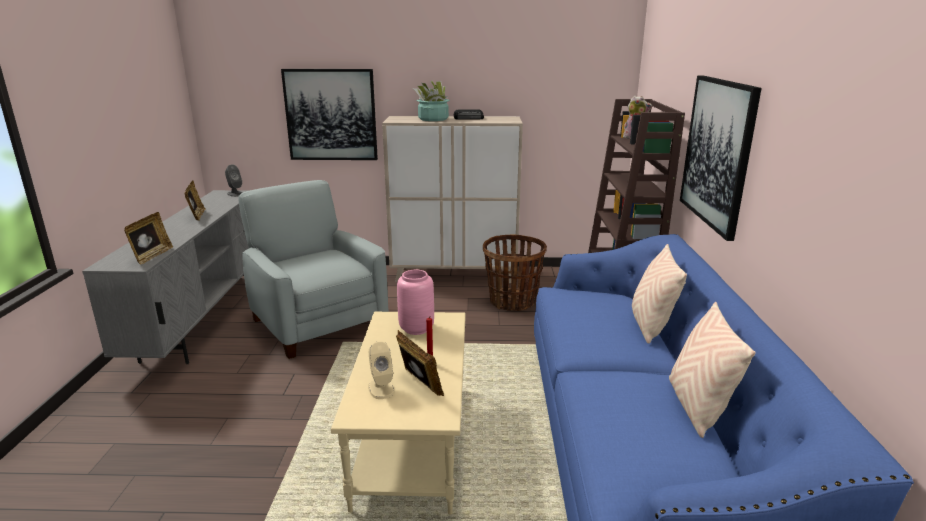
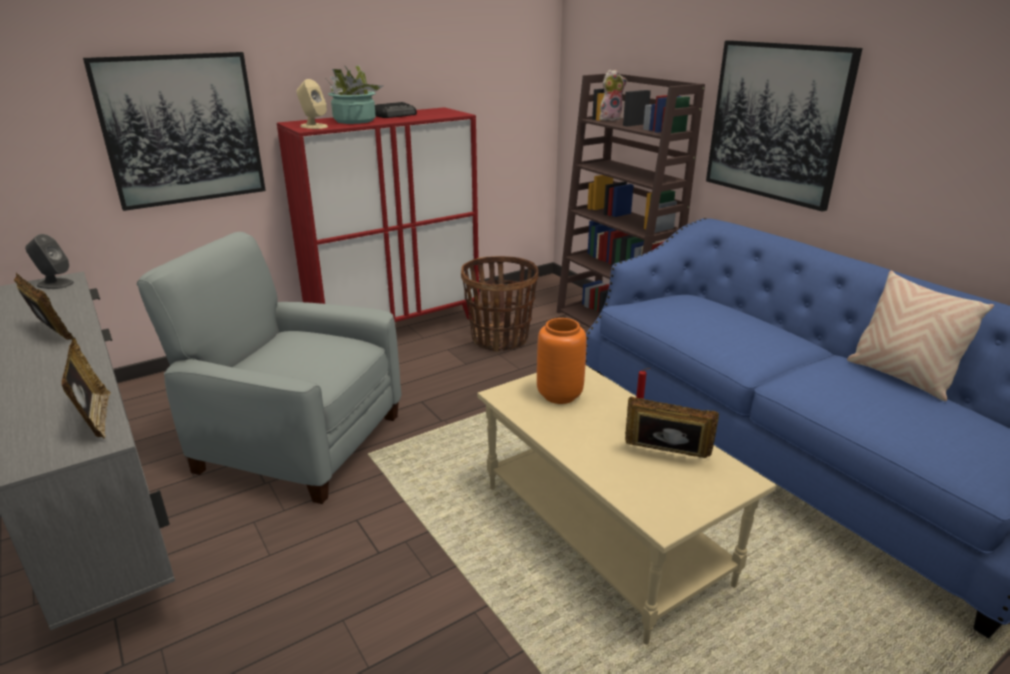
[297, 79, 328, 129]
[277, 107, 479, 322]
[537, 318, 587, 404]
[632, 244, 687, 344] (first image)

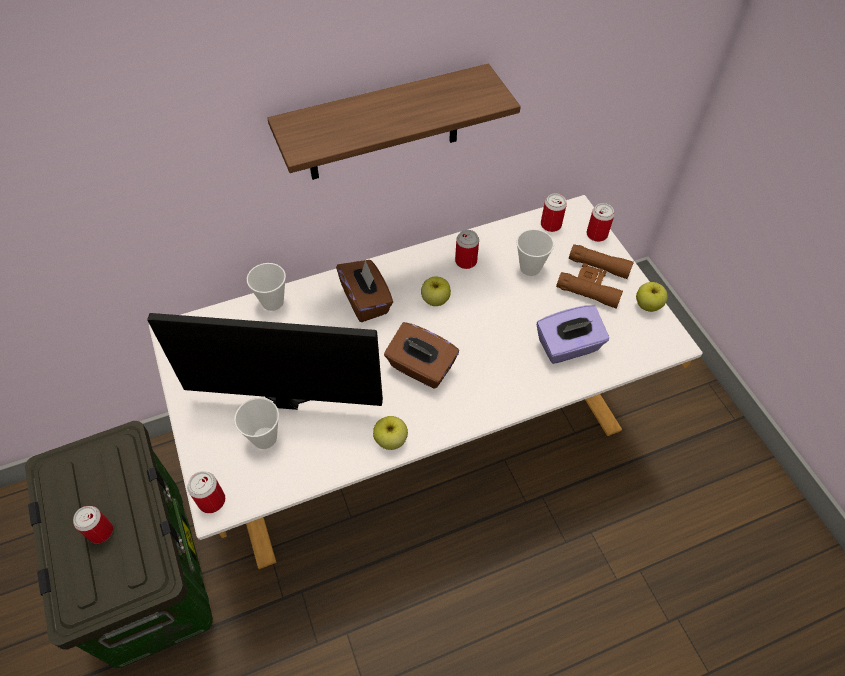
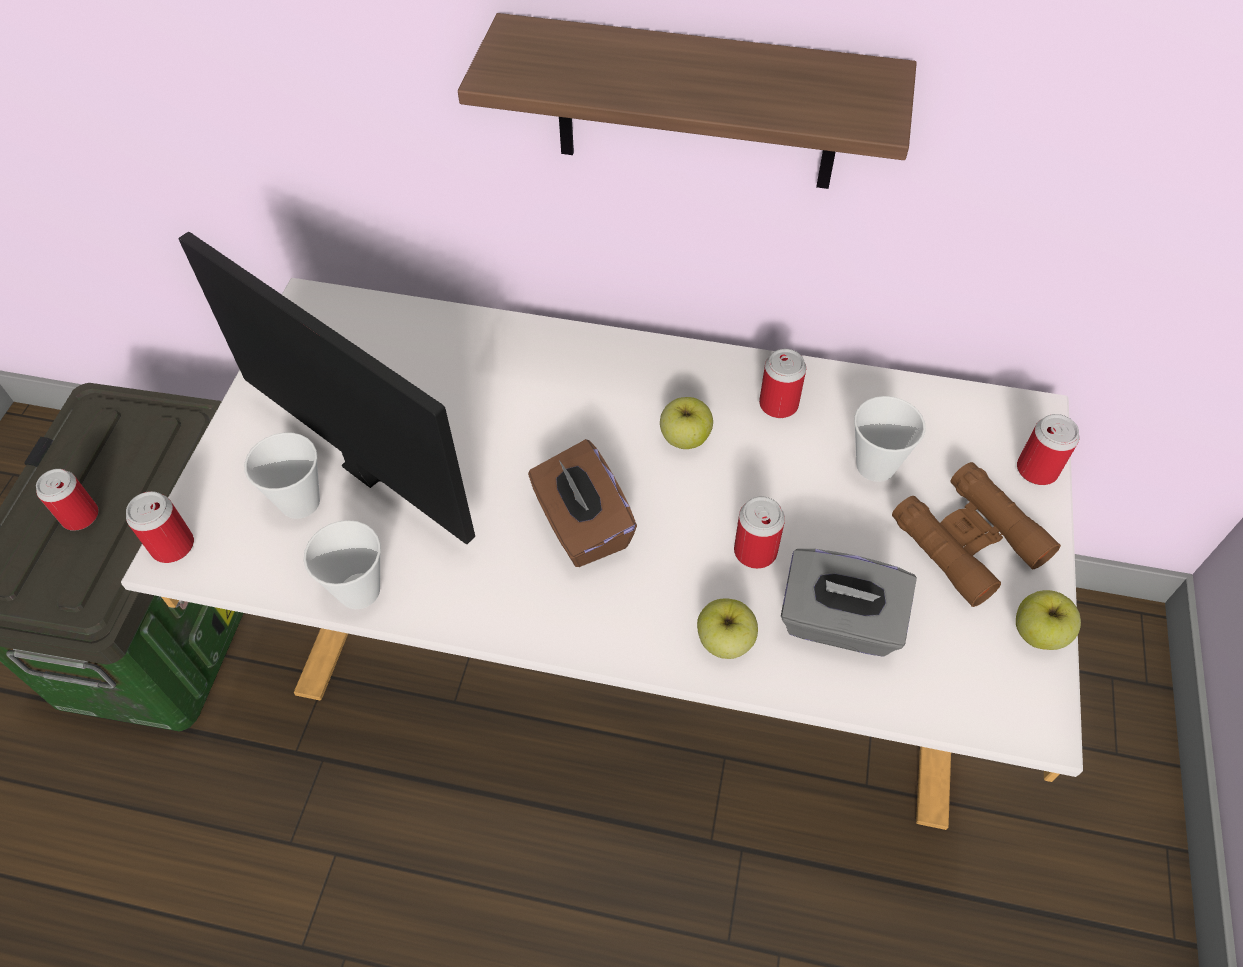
[304, 520, 381, 609]
[336, 260, 393, 322] (first image)
[697, 599, 758, 659]
[781, 549, 917, 656]
[734, 496, 785, 569]

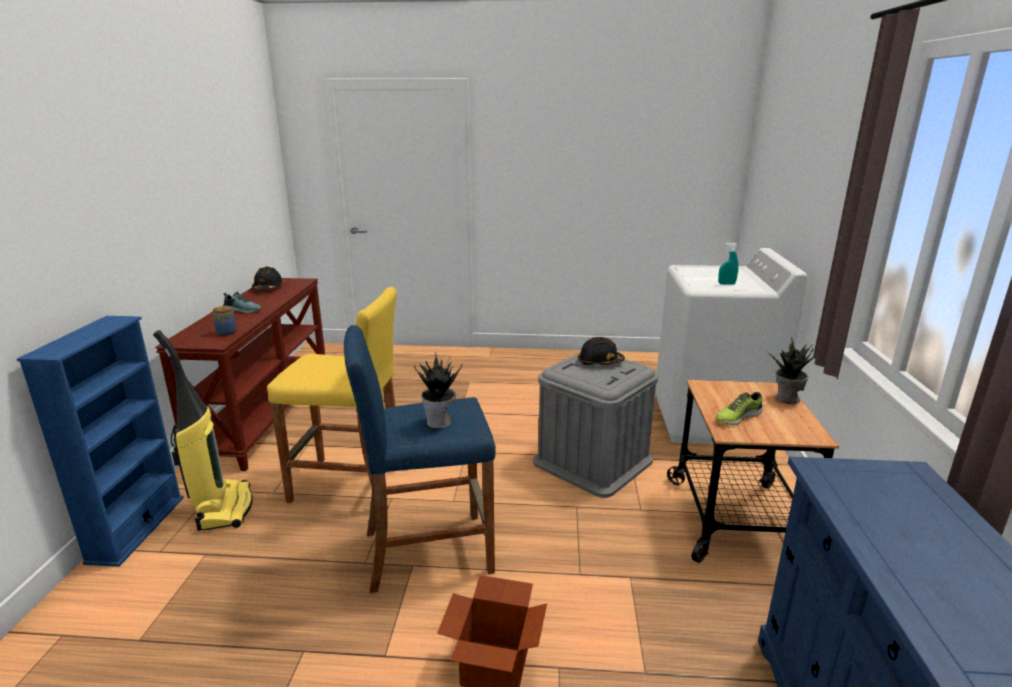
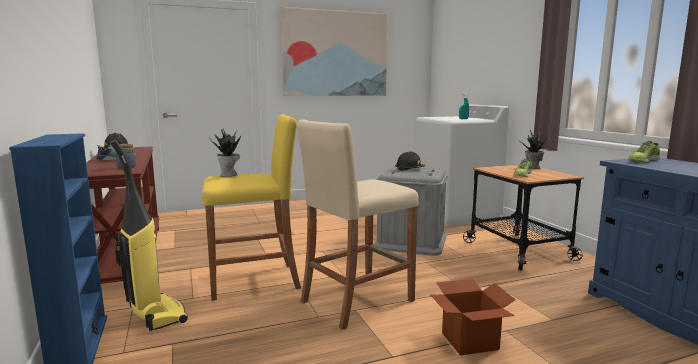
[297, 119, 419, 330]
[209, 129, 241, 177]
[281, 7, 387, 96]
[628, 140, 660, 163]

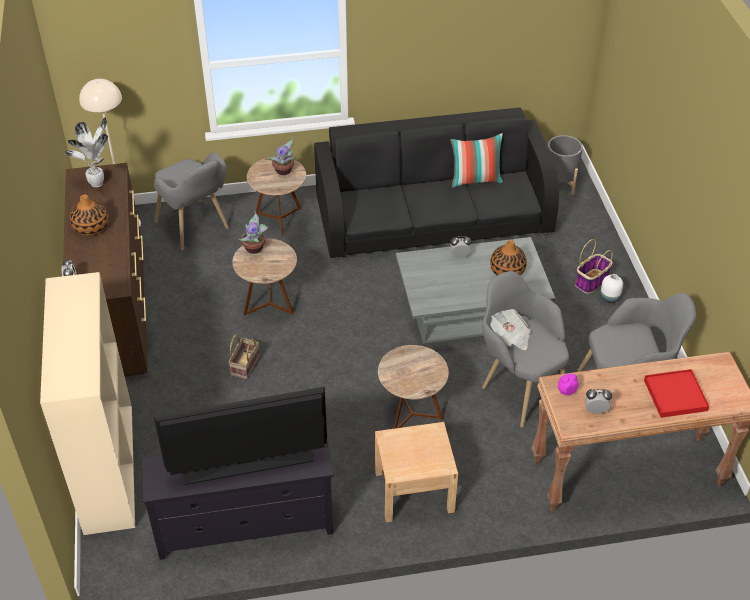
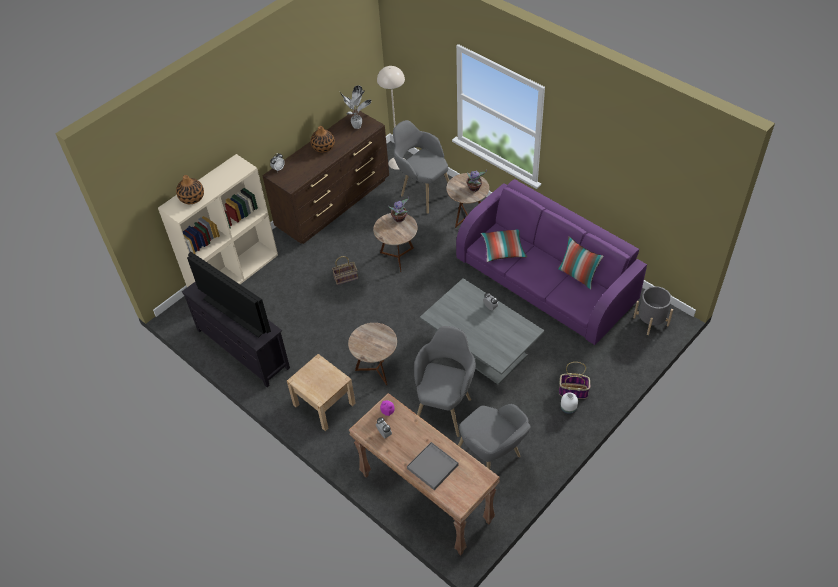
[393, 120, 449, 214]
[456, 179, 647, 345]
[176, 175, 204, 204]
[490, 309, 531, 350] (first image)
[407, 442, 458, 490]
[481, 229, 527, 262]

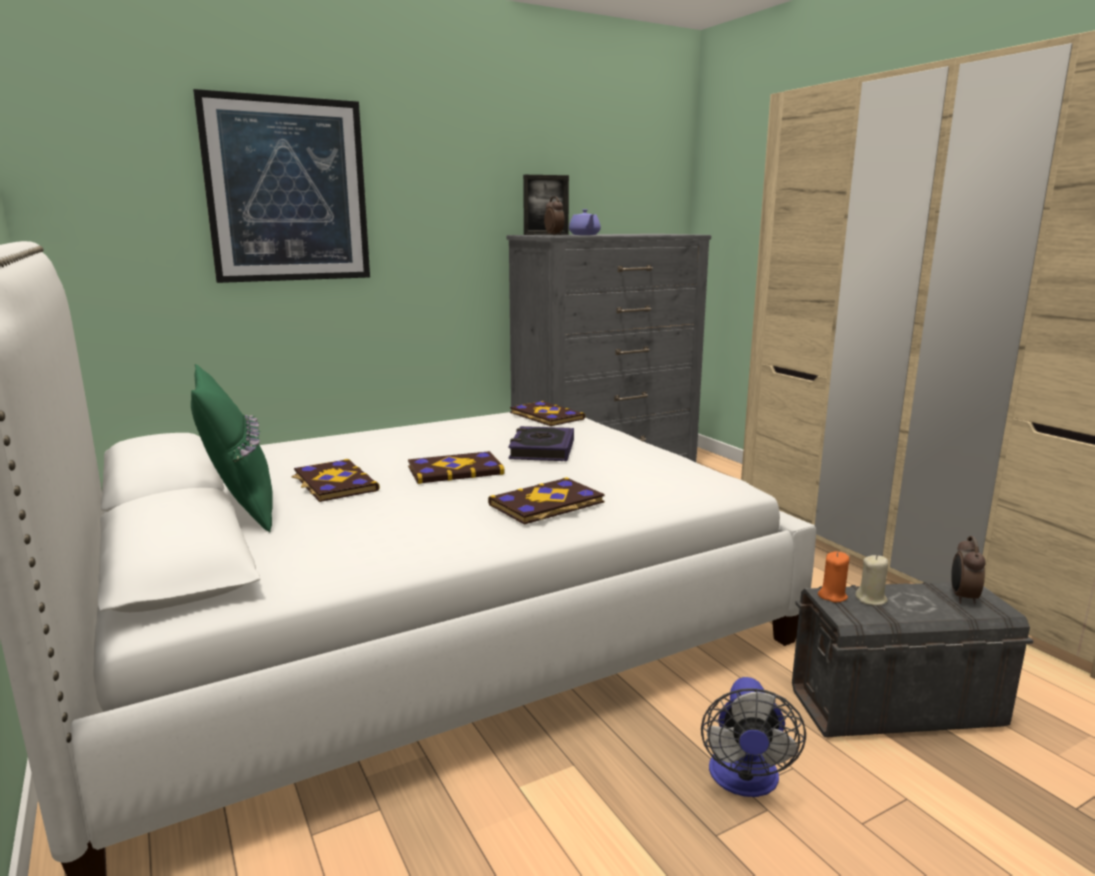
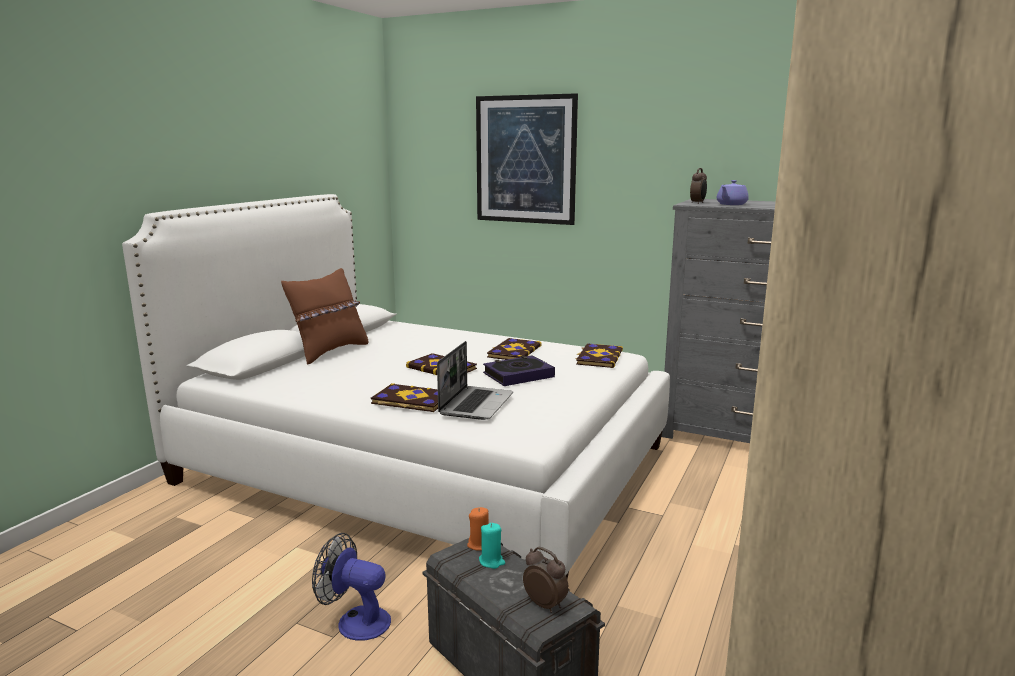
[281, 268, 368, 365]
[487, 338, 541, 360]
[523, 175, 569, 235] (first image)
[312, 533, 391, 640]
[479, 523, 505, 569]
[523, 547, 569, 613]
[437, 341, 513, 420]

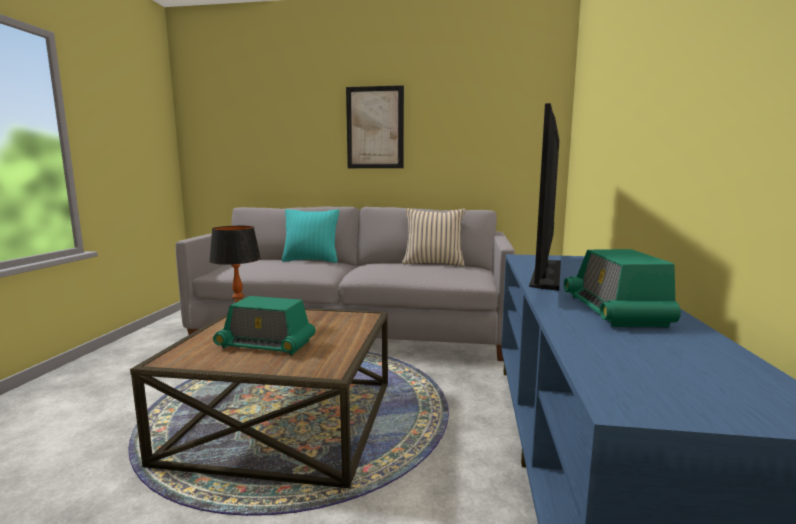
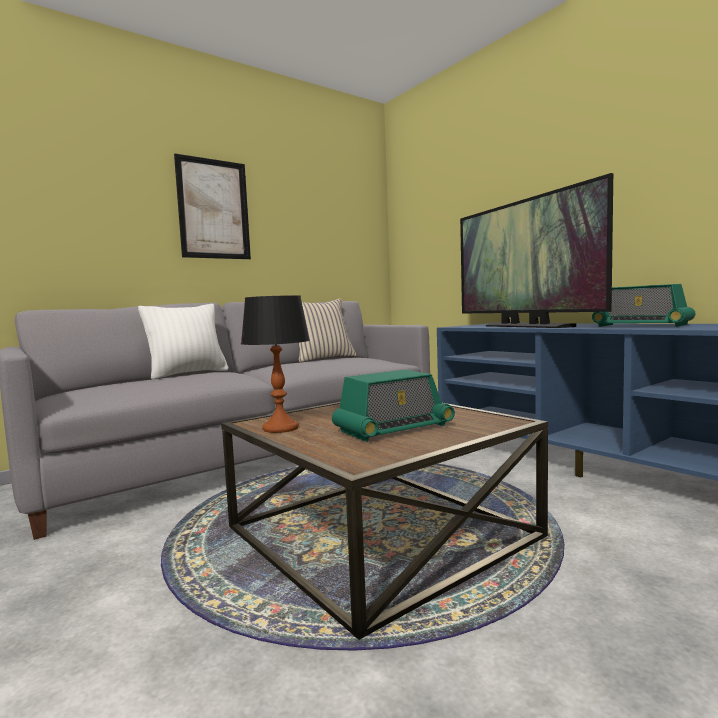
[138, 304, 229, 380]

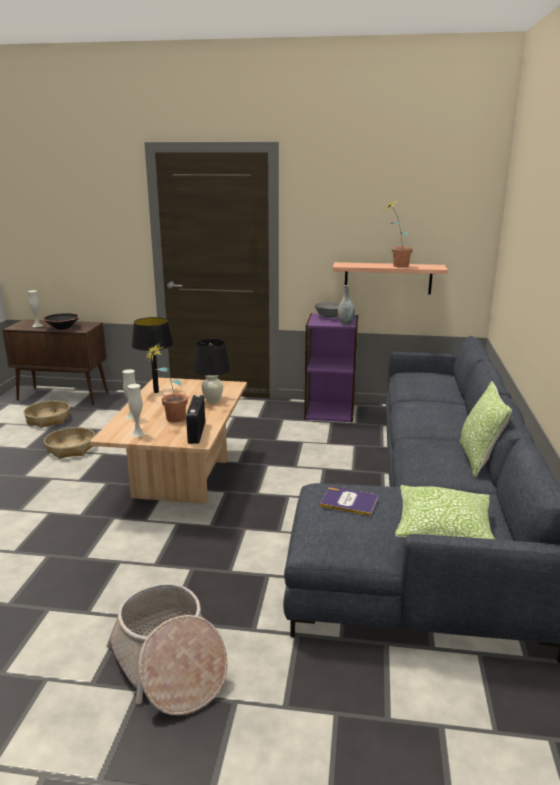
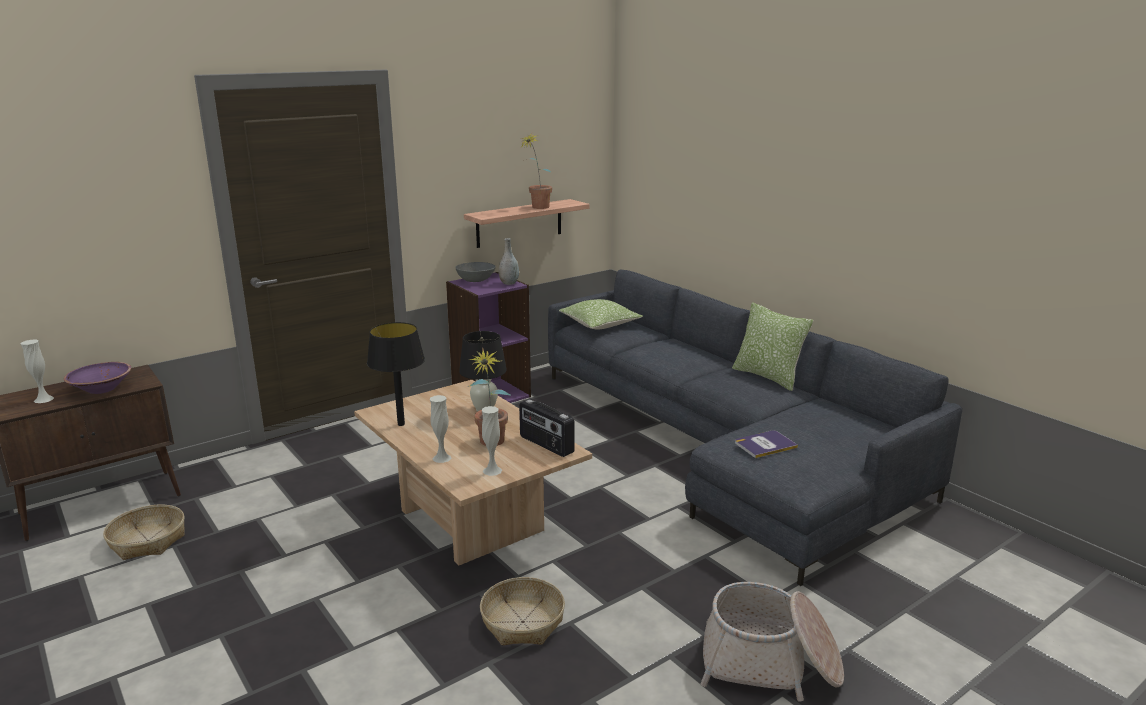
[64, 362, 131, 394]
[480, 577, 565, 646]
[559, 299, 643, 329]

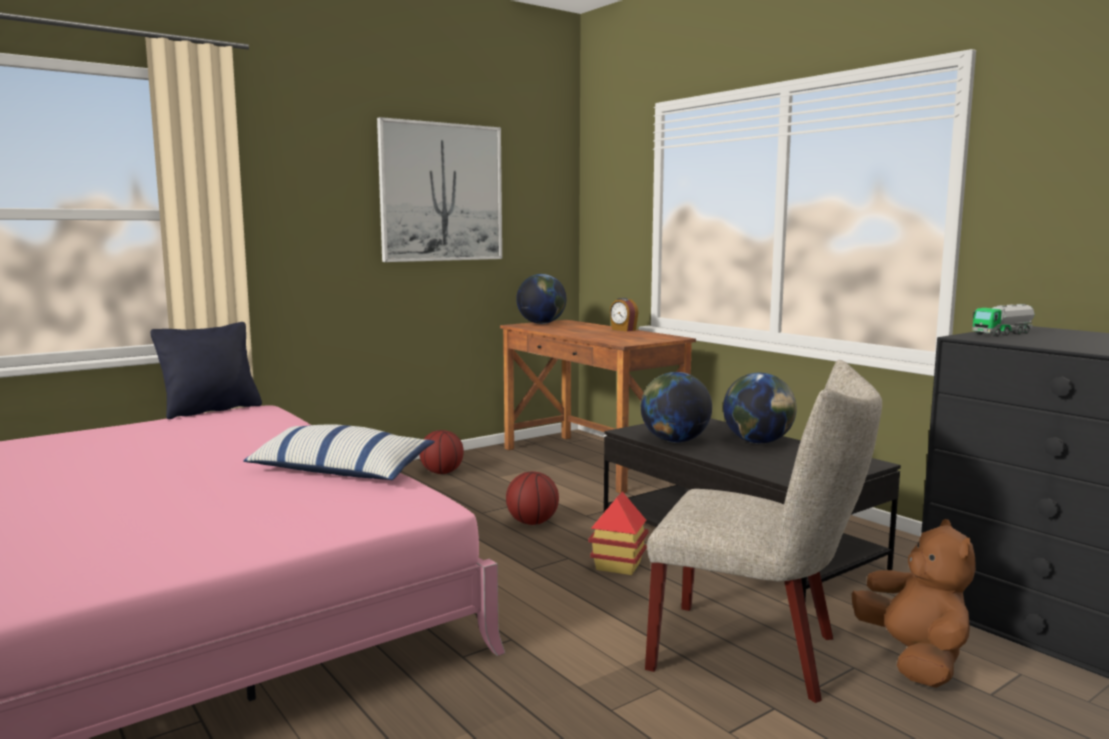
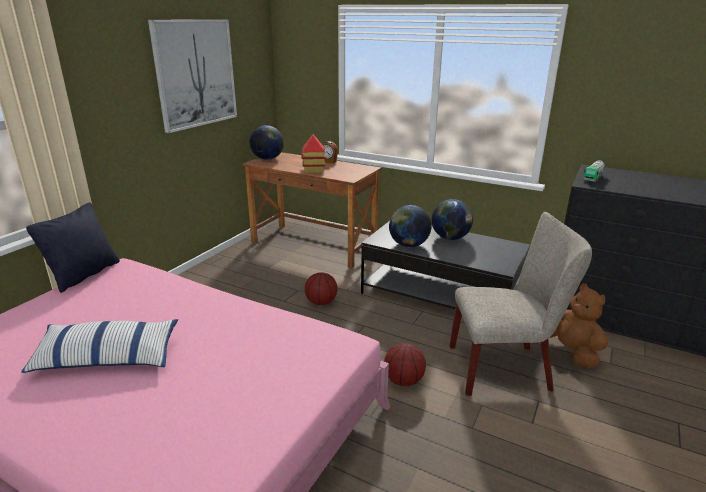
[21, 319, 178, 373]
[384, 343, 426, 386]
[301, 134, 326, 173]

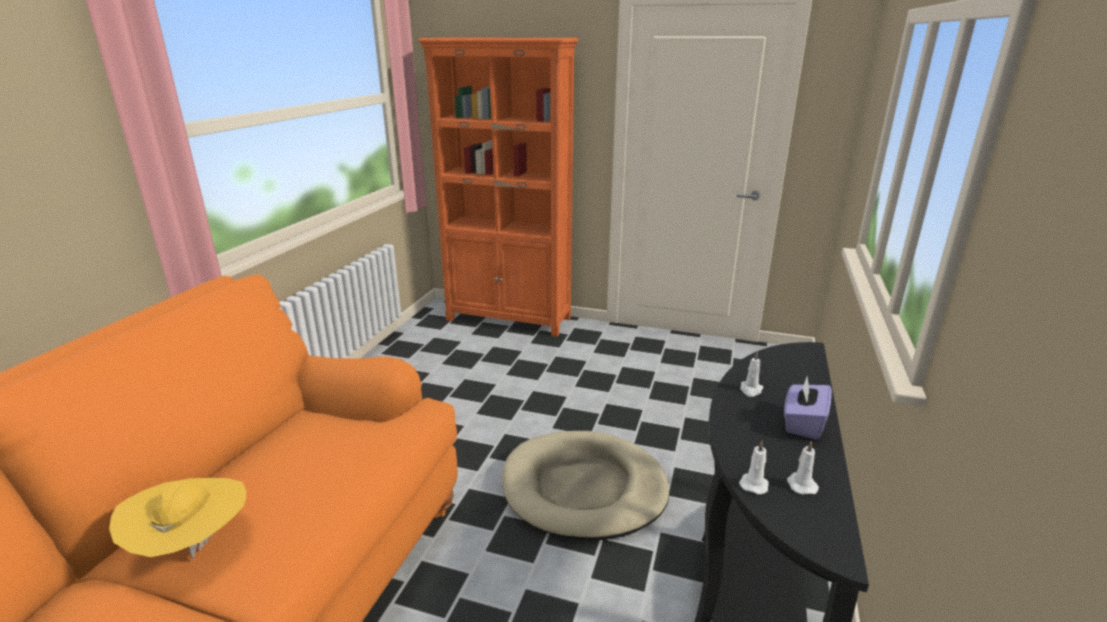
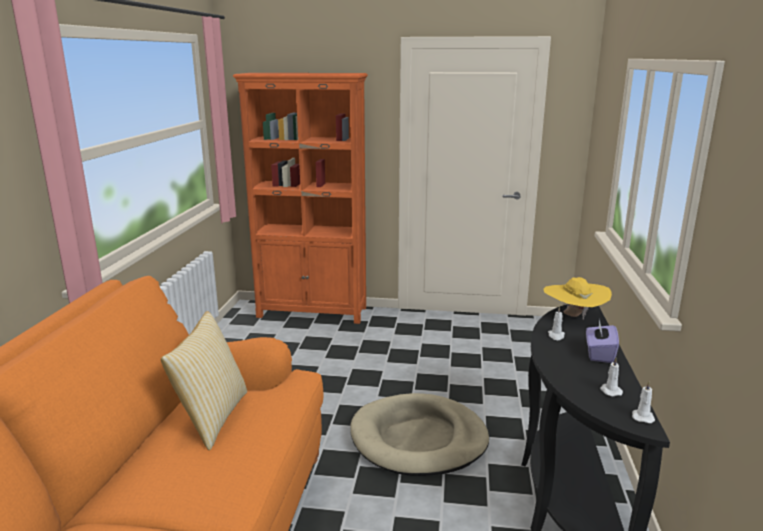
[543, 277, 612, 320]
[632, 382, 655, 423]
[161, 311, 247, 450]

